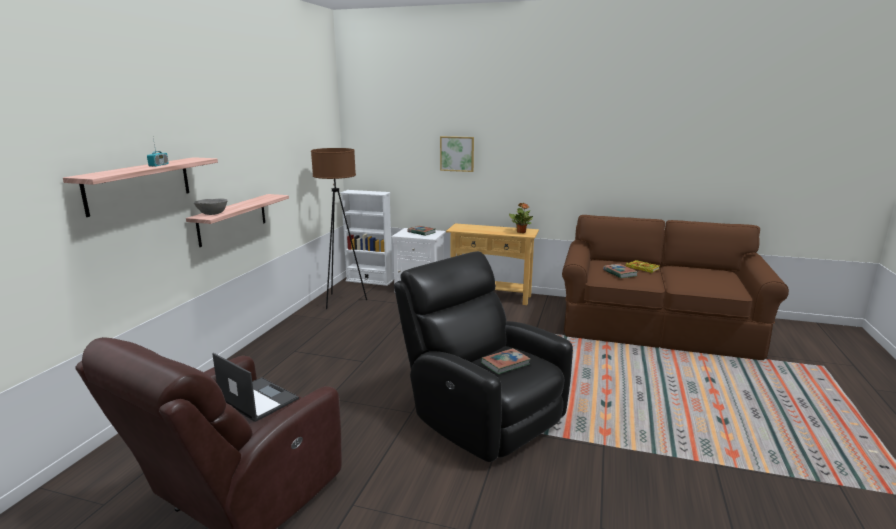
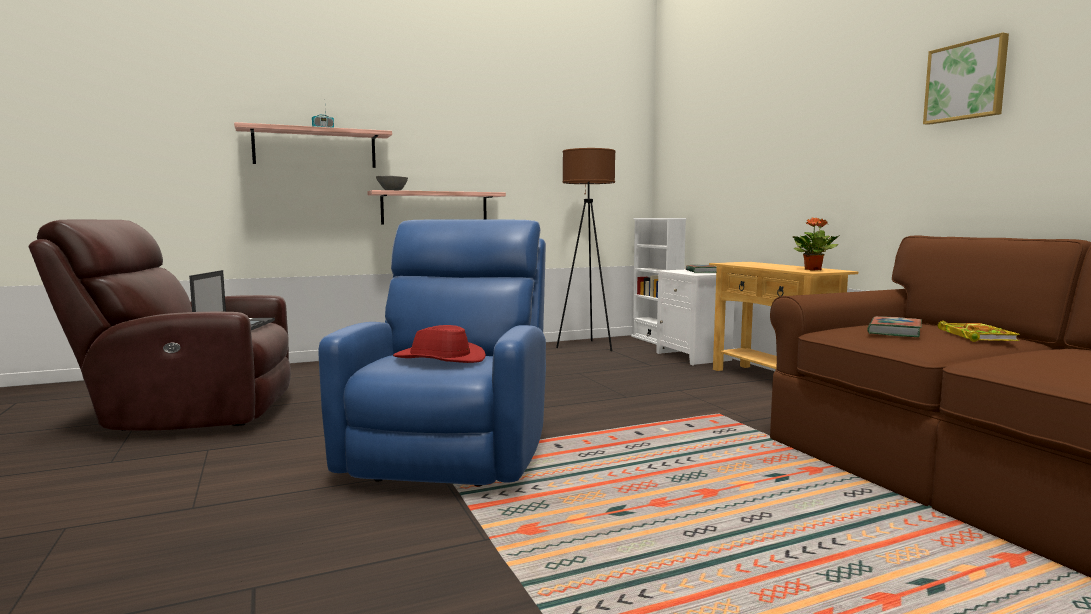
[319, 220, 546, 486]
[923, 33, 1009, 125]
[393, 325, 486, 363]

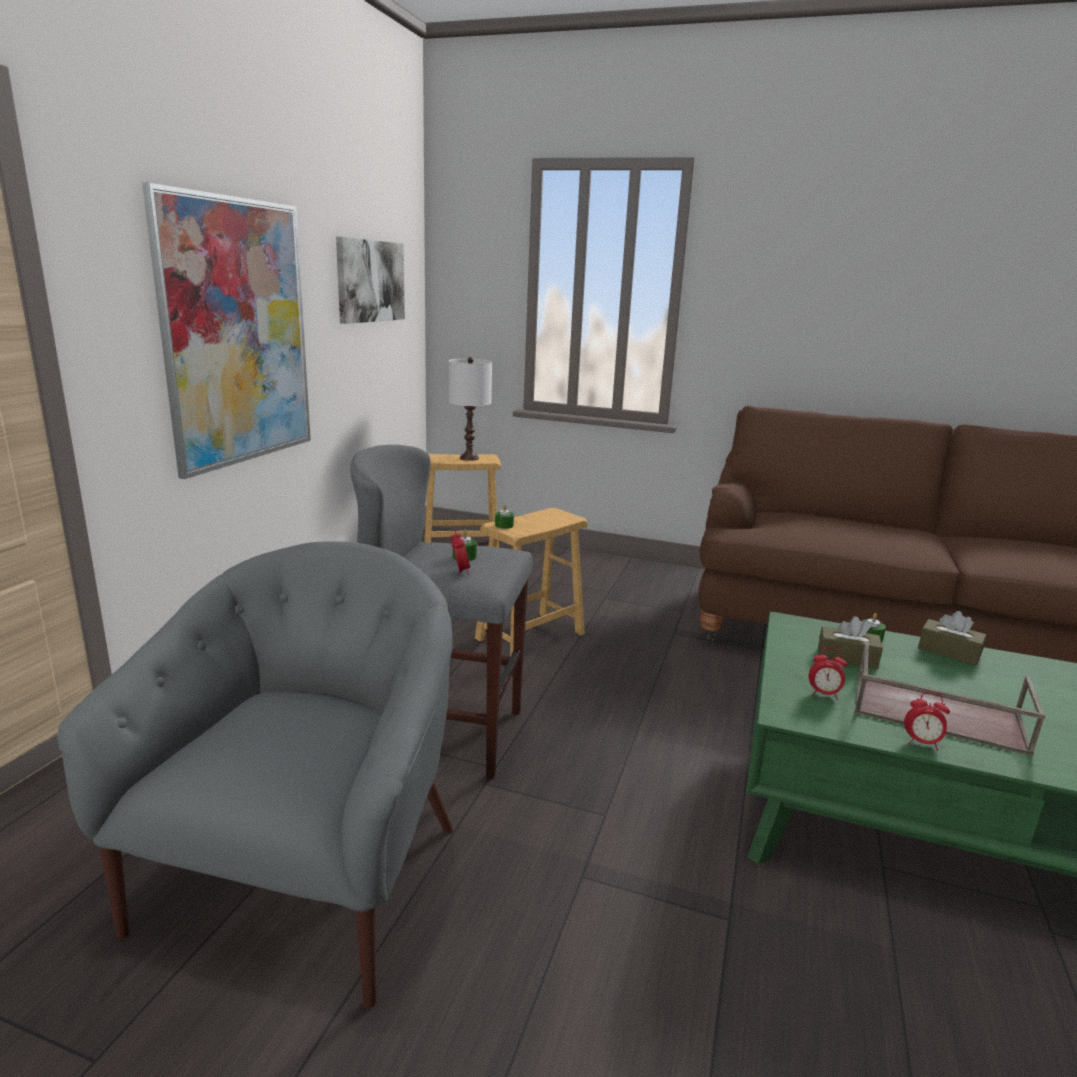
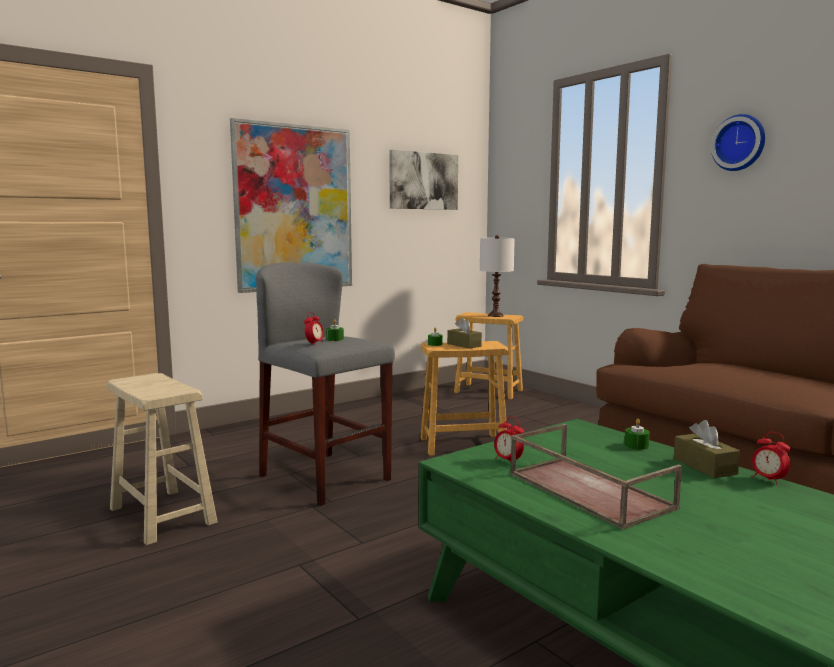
[106, 373, 218, 545]
[447, 318, 482, 349]
[752, 432, 791, 485]
[711, 114, 765, 171]

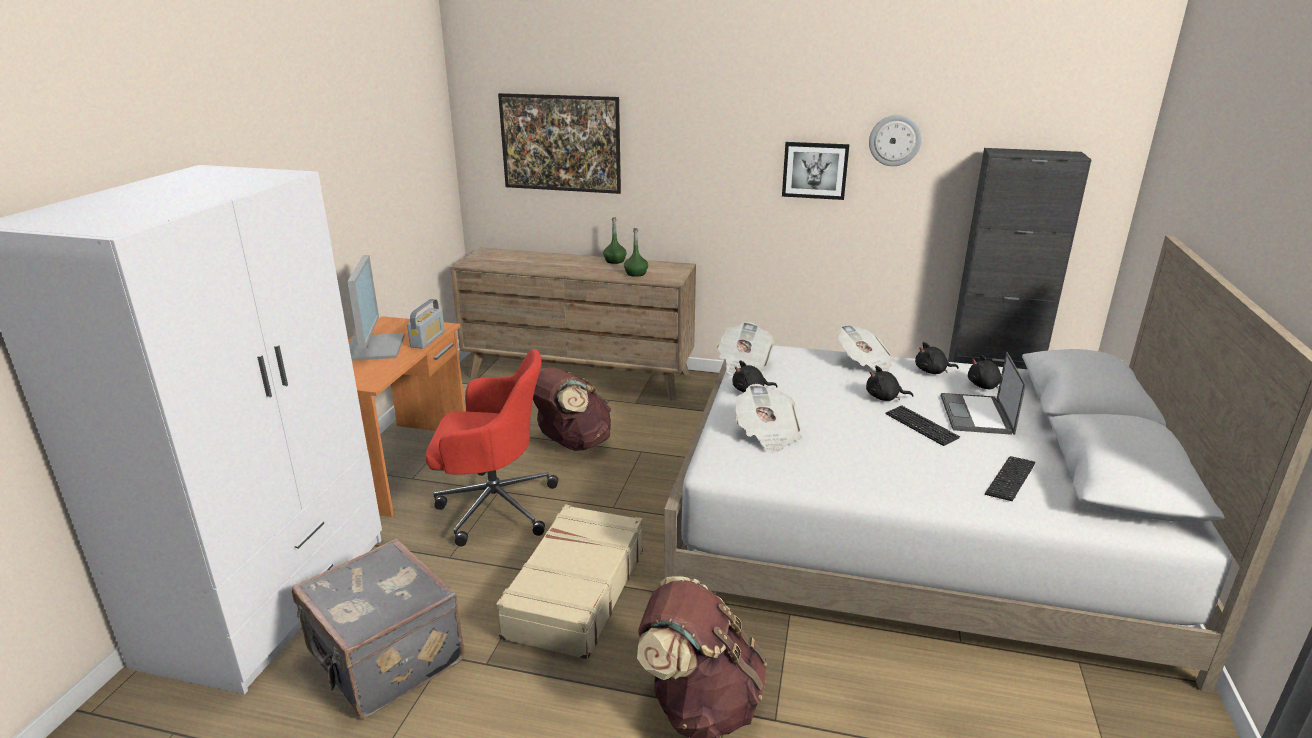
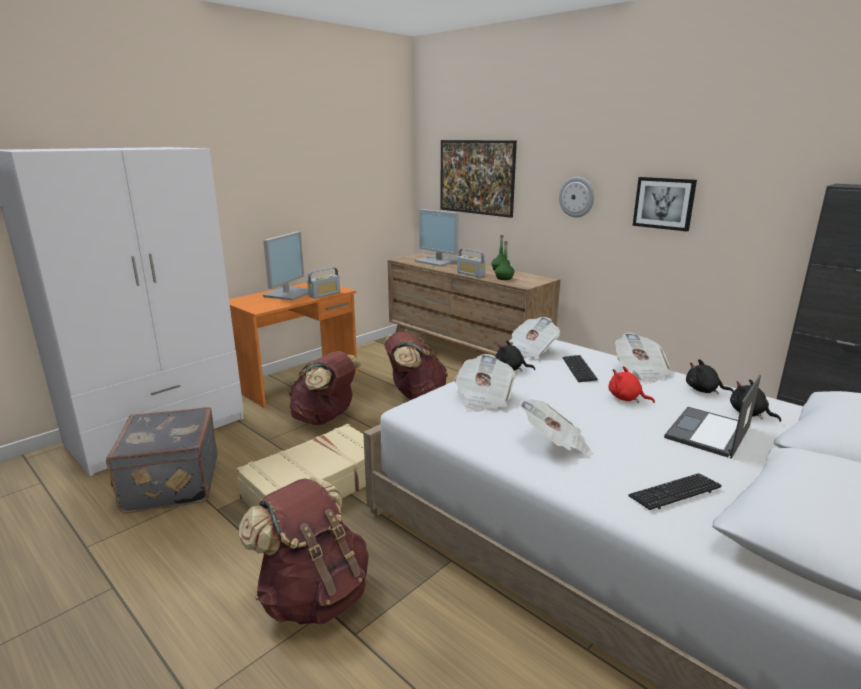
[289, 351, 362, 425]
[608, 366, 655, 403]
[559, 177, 594, 218]
[563, 355, 598, 382]
[415, 209, 459, 266]
[457, 249, 486, 277]
[519, 399, 593, 454]

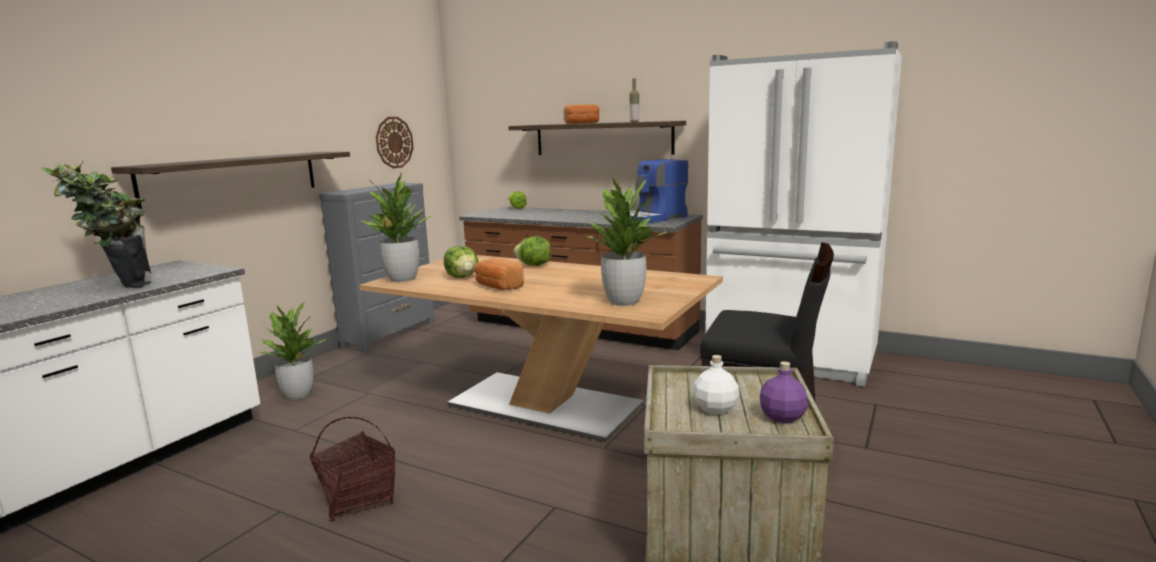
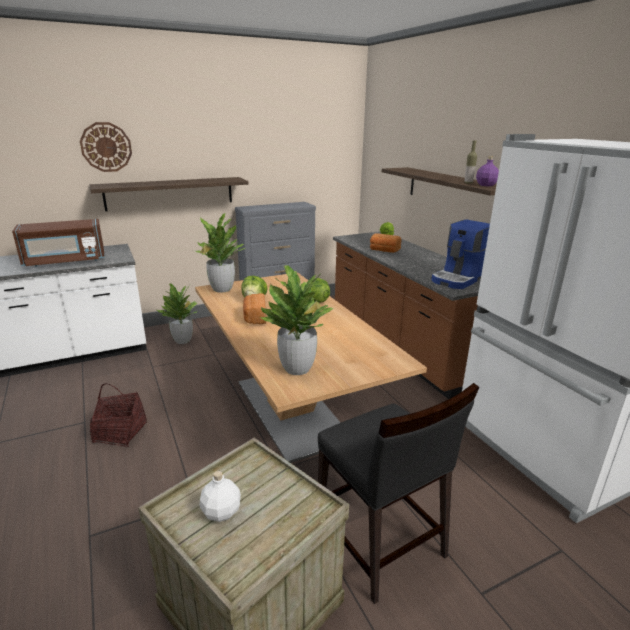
[12, 219, 105, 267]
[80, 122, 132, 172]
[370, 233, 402, 253]
[432, 219, 490, 289]
[476, 156, 499, 186]

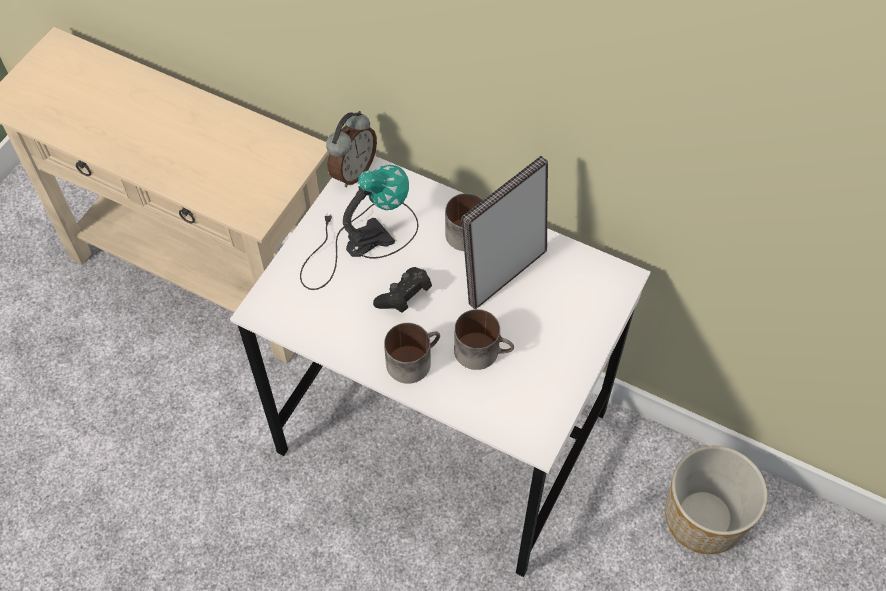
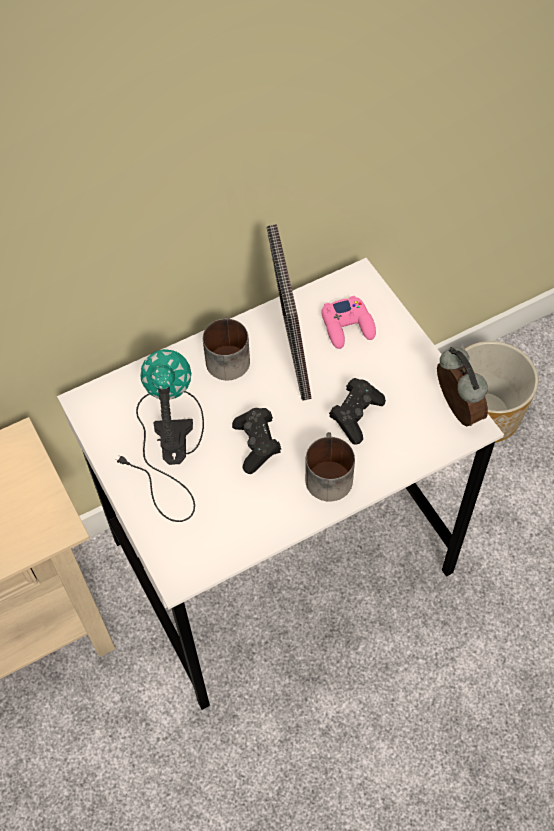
[437, 347, 488, 427]
[329, 378, 386, 445]
[321, 296, 376, 349]

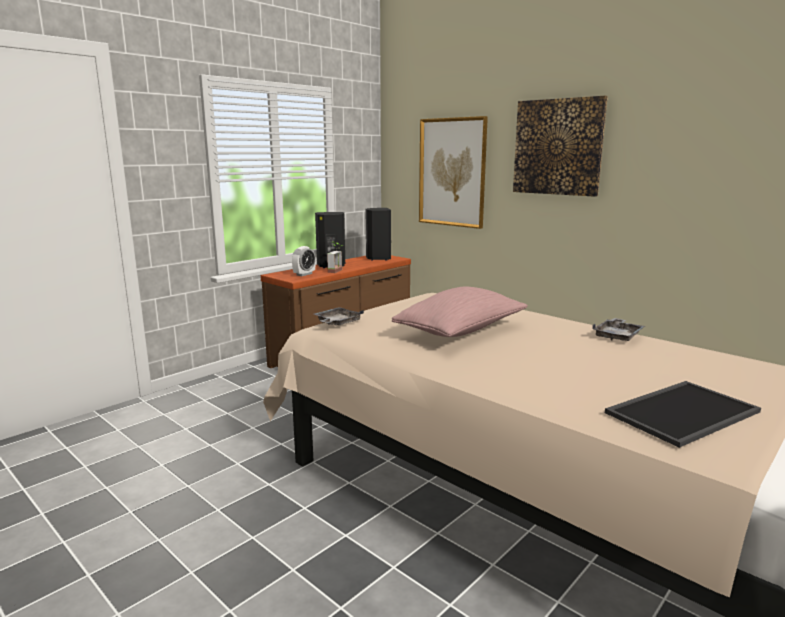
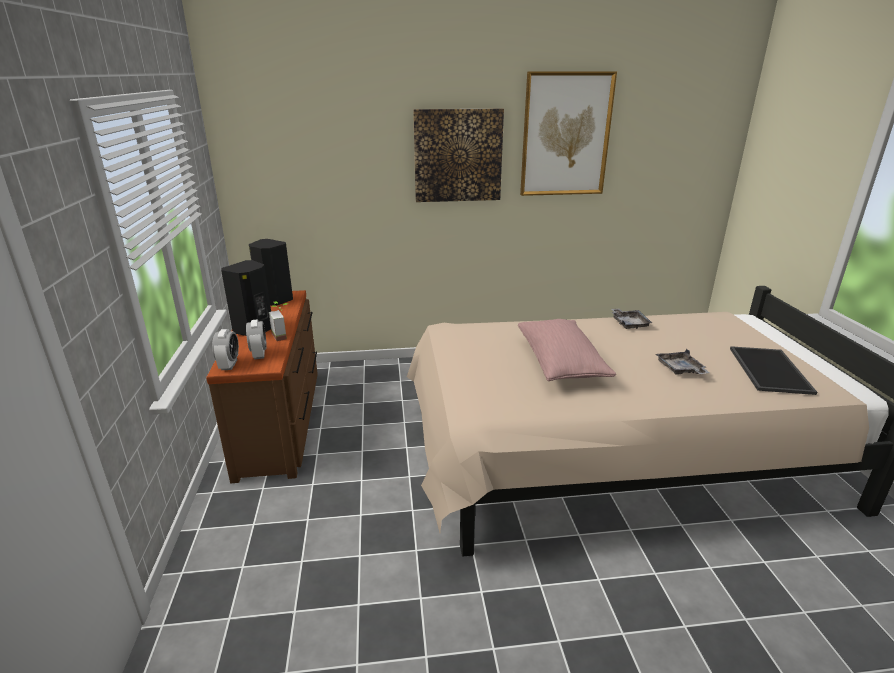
[656, 349, 709, 375]
[520, 71, 617, 196]
[212, 329, 239, 370]

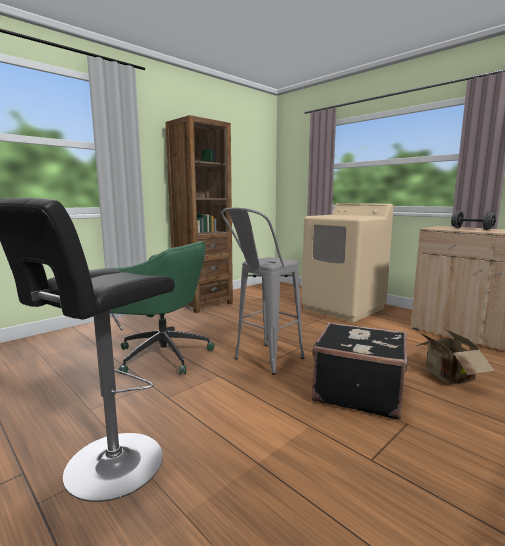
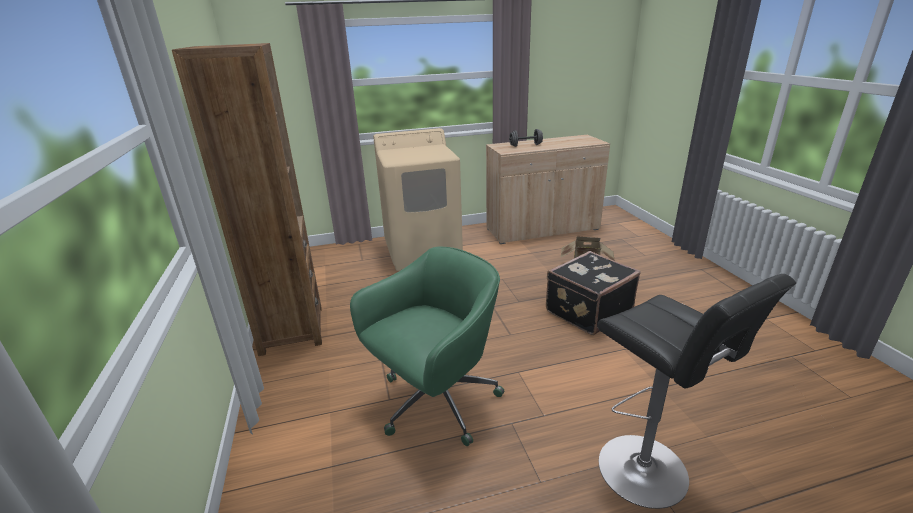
[221, 208, 305, 375] (first image)

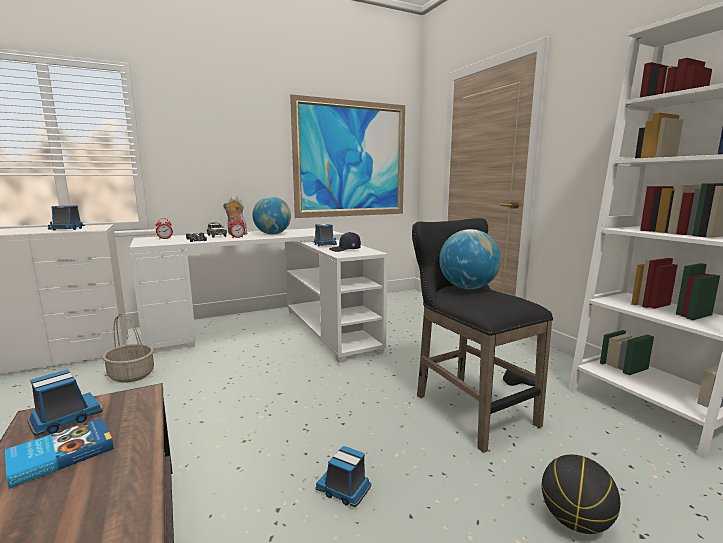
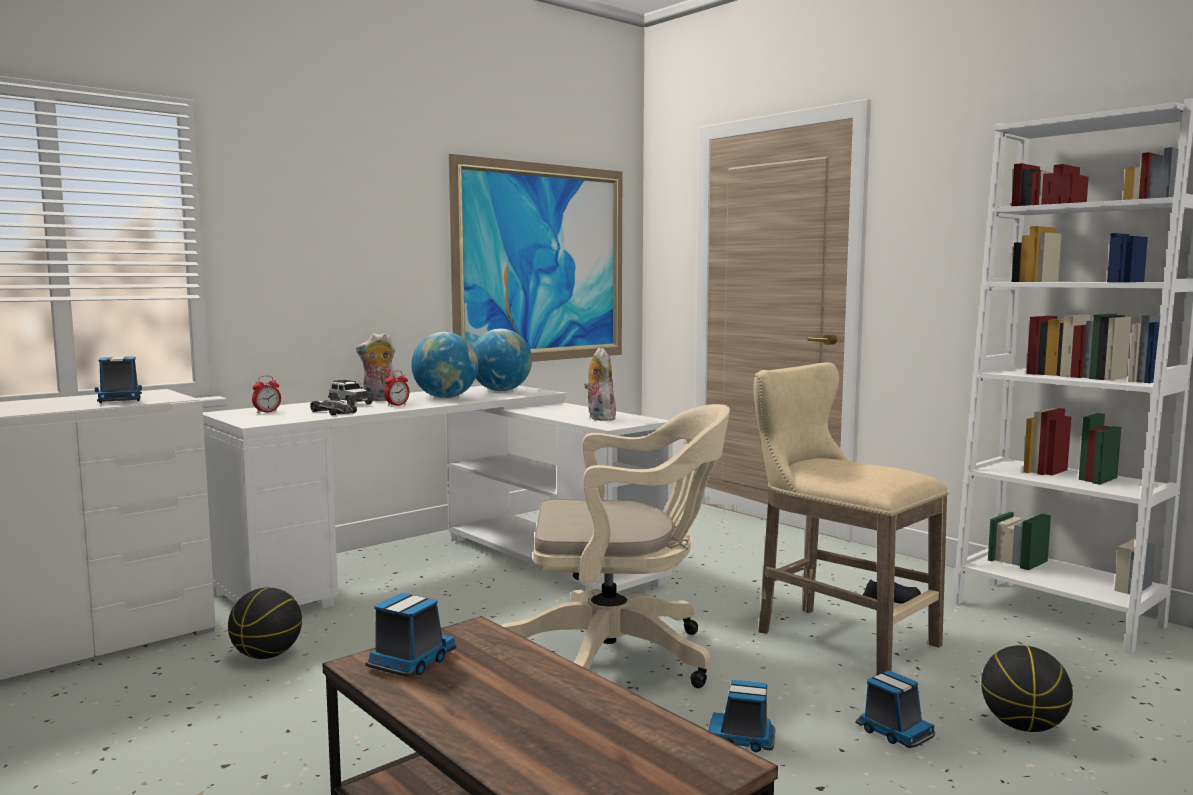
[5, 418, 114, 489] (first image)
[228, 587, 302, 659]
[855, 671, 935, 748]
[584, 348, 616, 421]
[754, 363, 948, 675]
[473, 329, 532, 391]
[501, 404, 730, 688]

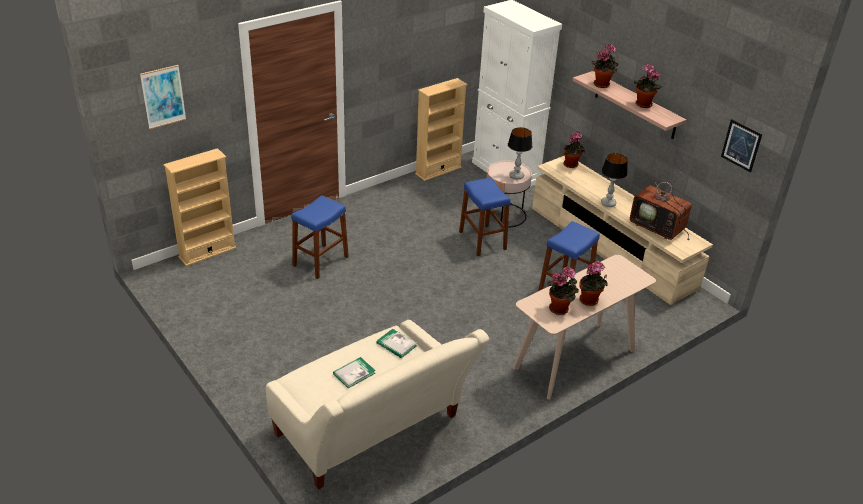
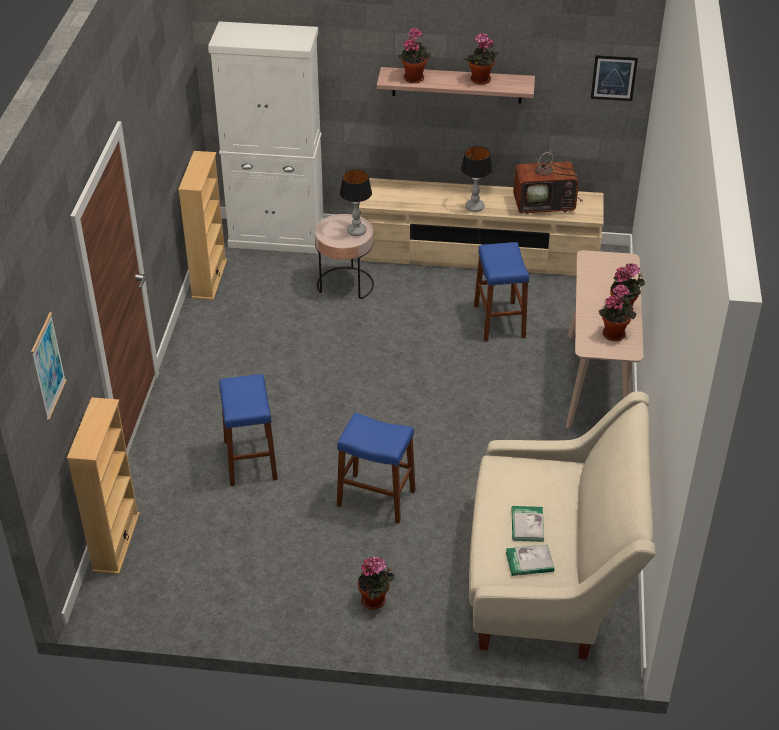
[506, 544, 554, 576]
[337, 413, 415, 524]
[358, 557, 395, 609]

